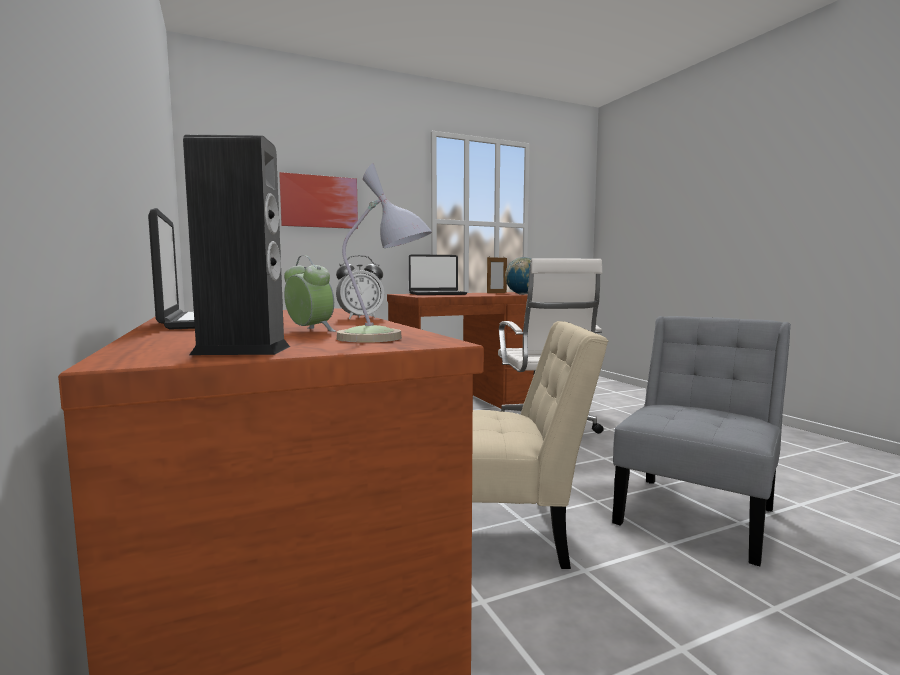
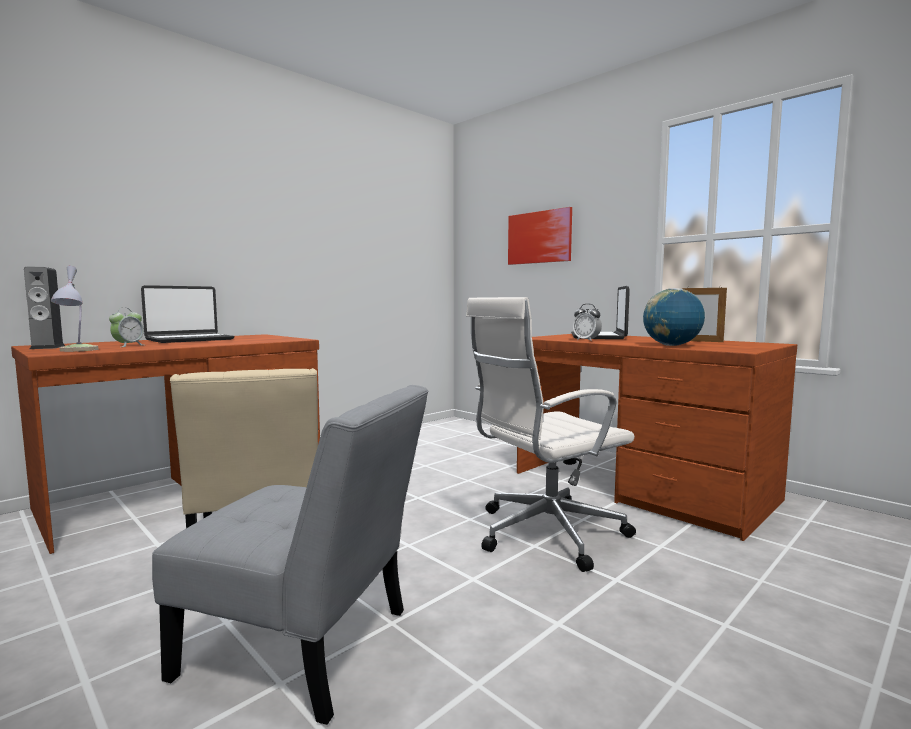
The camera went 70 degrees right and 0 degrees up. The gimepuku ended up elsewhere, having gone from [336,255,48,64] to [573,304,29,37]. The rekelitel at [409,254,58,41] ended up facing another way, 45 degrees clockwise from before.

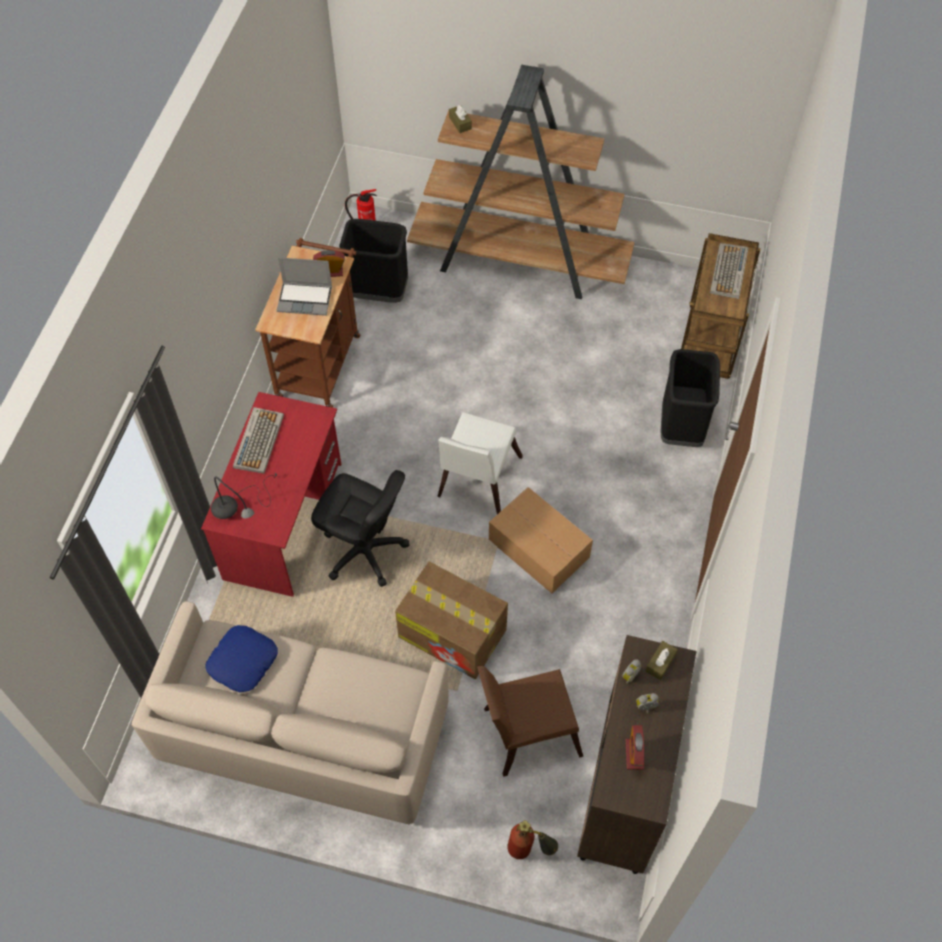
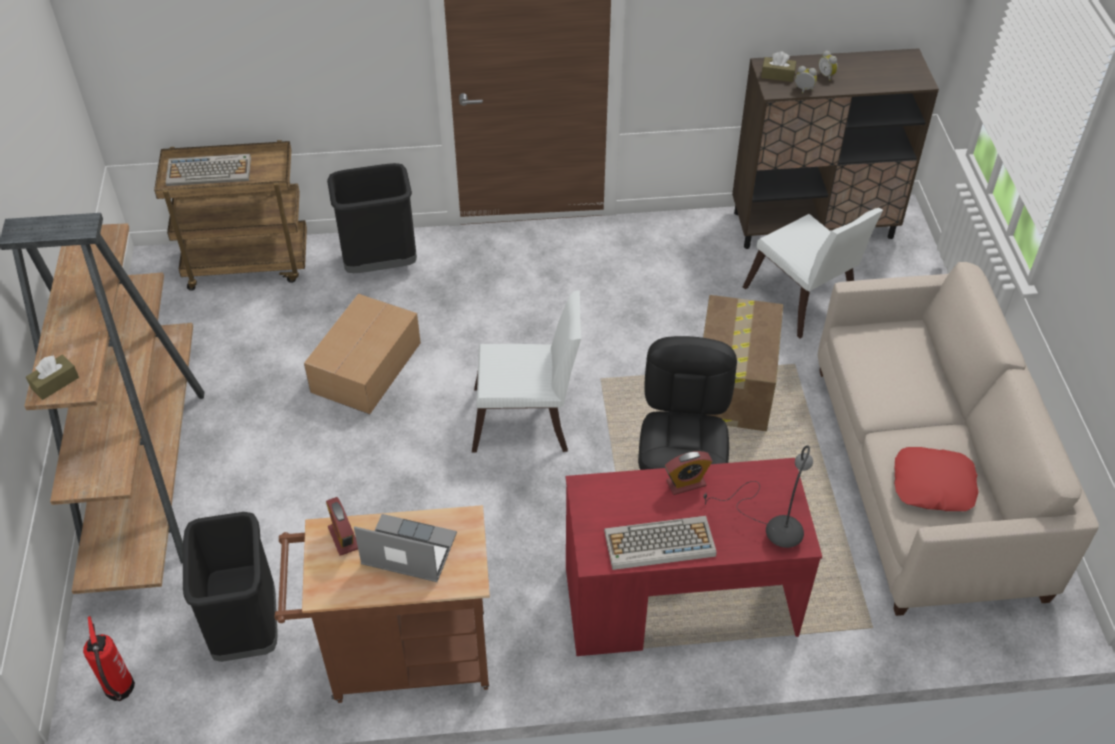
The camera went 110 degrees left and 10 degrees down. What was the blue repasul at [206,625,72,67] turned into the red repasul at [894,447,85,64]. The rekelitel at [277,257,55,59] ended up facing another way, 60 degrees counterclockwise from before. What was the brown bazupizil at [477,666,106,111] turned into the white bazupizil at [743,208,140,130]. The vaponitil ended up elsewhere, having gone from [489,487,104,106] to [304,293,117,121]. The second view lost the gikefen at [507,820,51,39]. The gimepuku ended up elsewhere, having gone from [626,725,18,45] to [665,451,47,44].

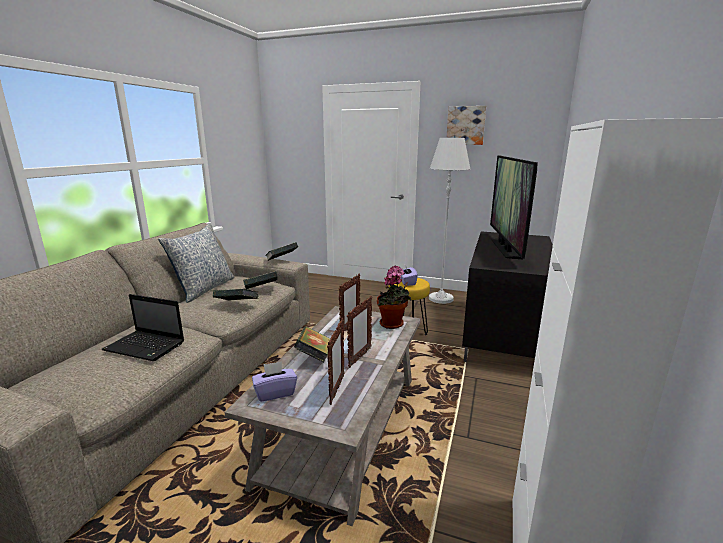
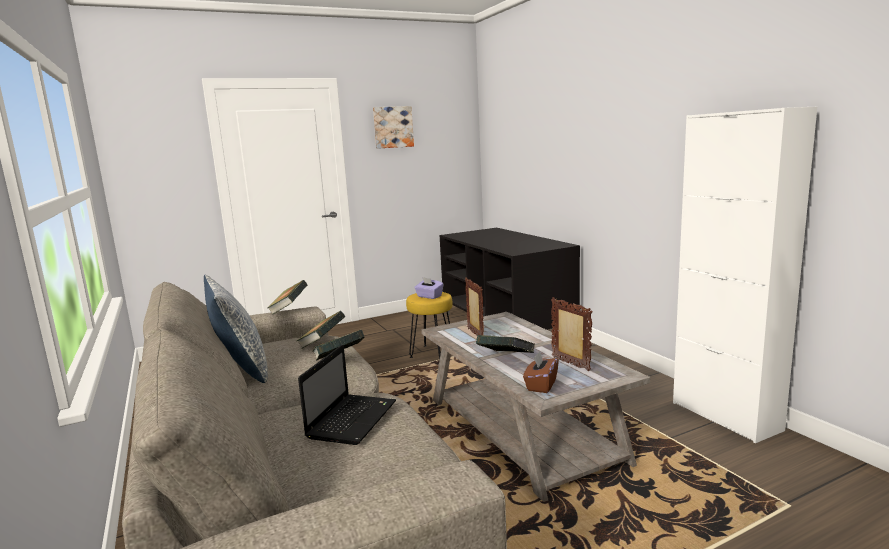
The camera went 45 degrees left and 5 degrees down. The rekelitel at [101,294,83,67] ended up facing another way, 45 degrees counterclockwise from before. What was the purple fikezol at [252,361,45,41] turned into the brown fikezol at [523,351,36,42]. The second view lost the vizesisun at [347,296,25,72]. The second view lost the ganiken at [377,265,34,64]. The second view lost the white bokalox at [429,138,41,166]. The second view lost the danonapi at [490,155,48,104].

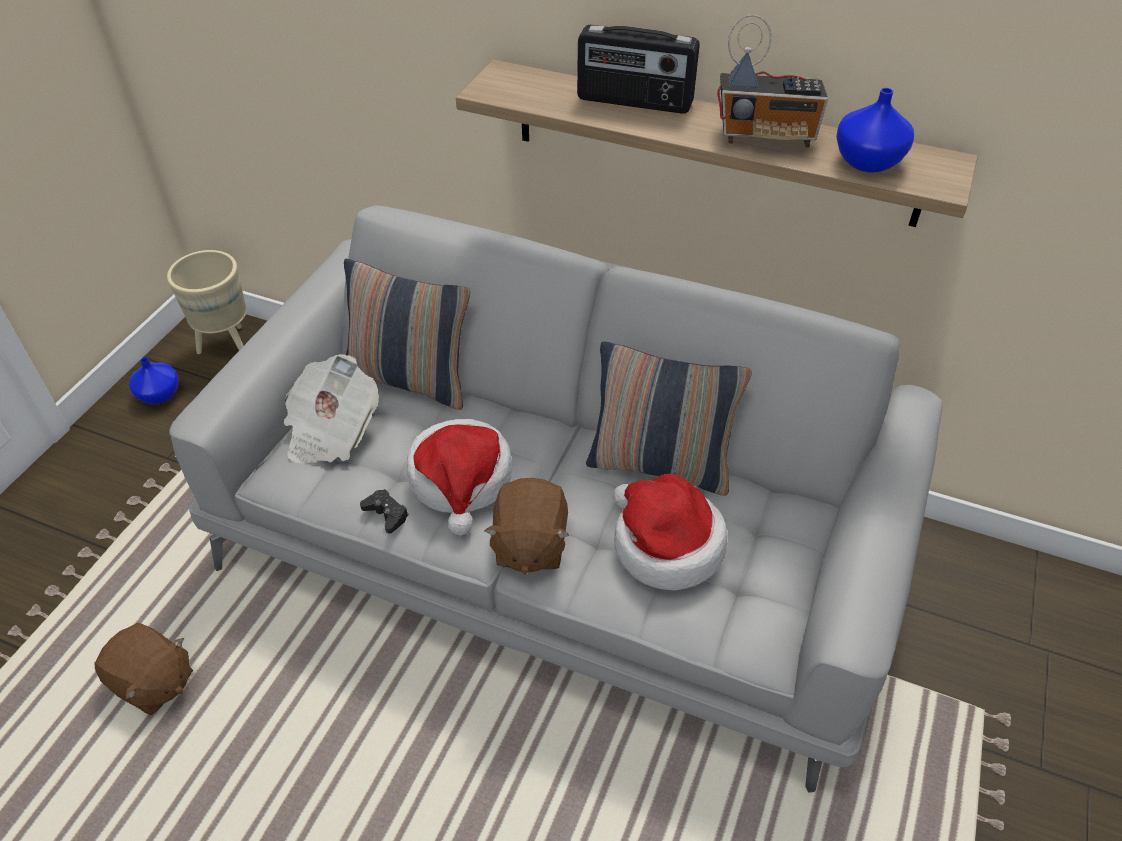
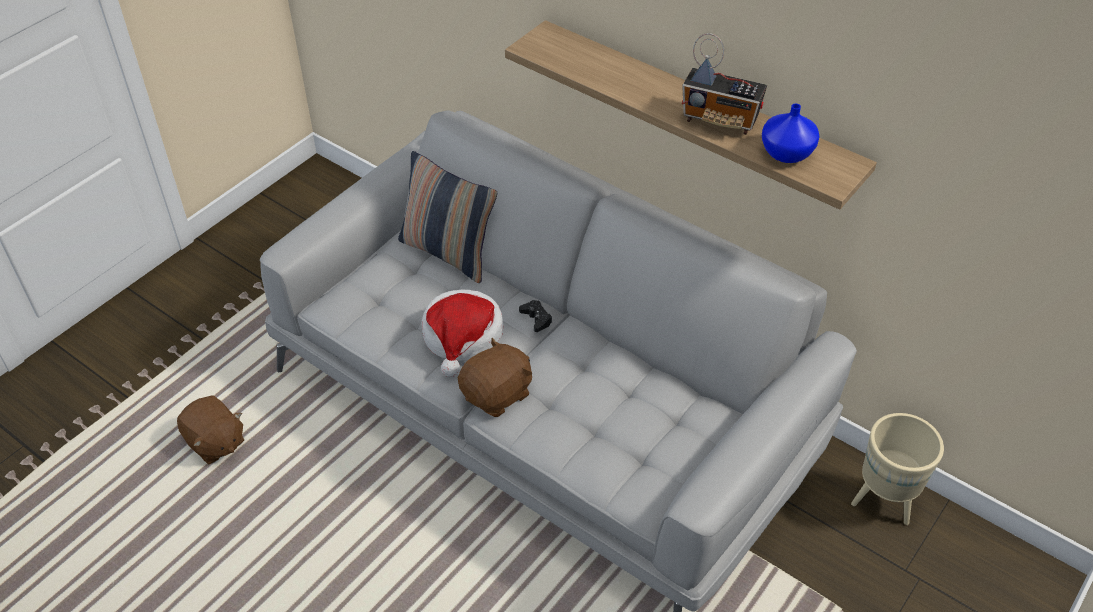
The camera went 15 degrees right and 0 degrees up. The second view lost the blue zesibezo at [129,358,50,46]. The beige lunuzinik ended up elsewhere, having gone from [167,250,80,104] to [851,413,93,112]. The second view lost the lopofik at [284,354,95,110]. The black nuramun ended up elsewhere, having gone from [360,489,49,45] to [519,300,33,32]. The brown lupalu at [484,478,85,96] ended up facing another way, 150 degrees counterclockwise from before. The second view lost the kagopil at [577,25,123,89]. The second view lost the repasul at [586,342,166,154]. The second view lost the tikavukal at [613,474,114,116].

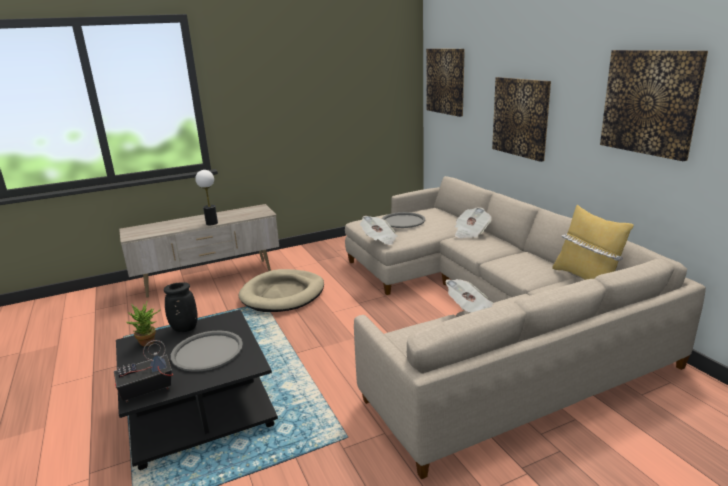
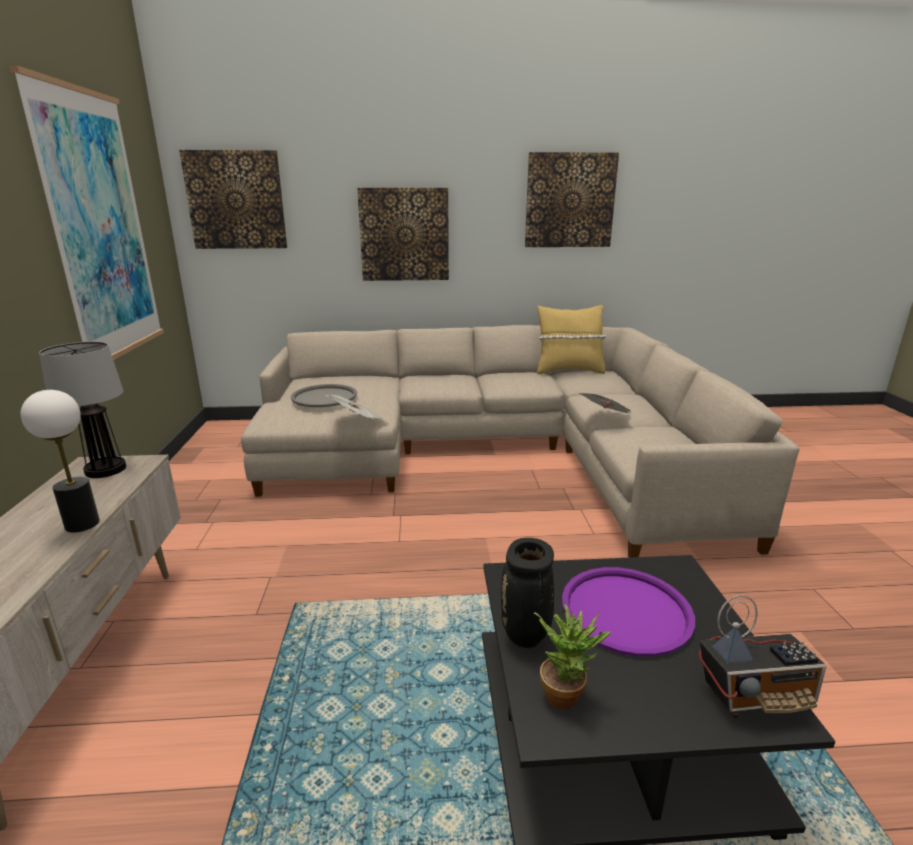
The camera went 70 degrees left and 0 degrees up. The kagopil at [114,340,59,63] ended up facing another way, 90 degrees counterclockwise from before. What was the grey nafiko at [171,331,72,41] turned into the purple nafiko at [562,567,133,90]. The second view lost the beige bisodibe at [238,269,86,43]. The second view lost the lopofik at [455,207,37,31]. The second view gained the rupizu at [9,65,155,295]. The second view gained the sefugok at [39,342,87,136].

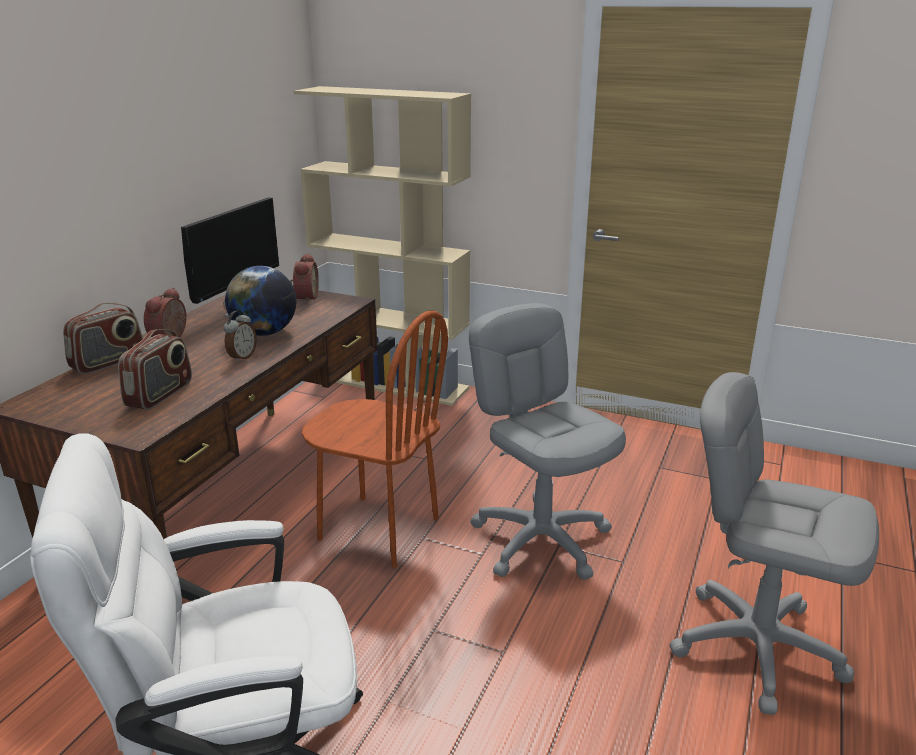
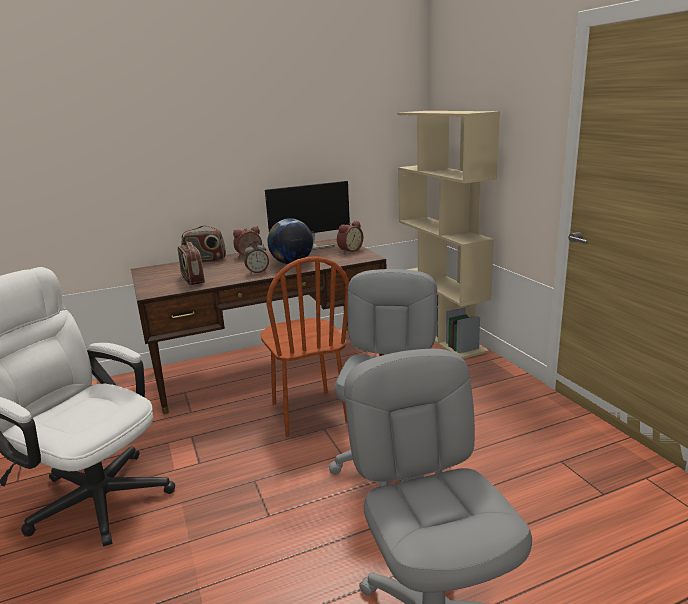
The camera went 45 degrees right and 5 degrees down. The kagopil at [118,329,74,81] ended up facing another way, 90 degrees clockwise from before.

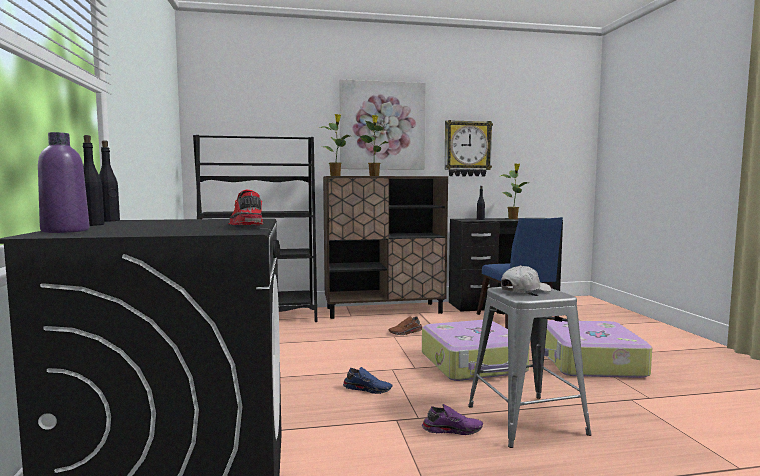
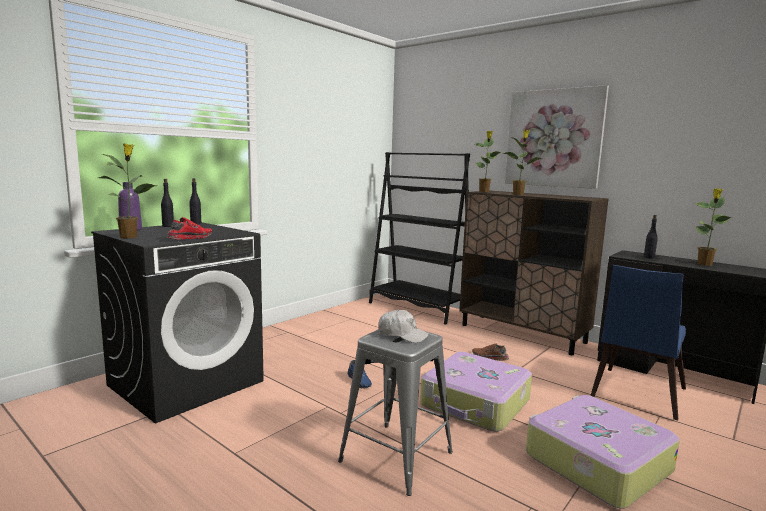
The camera went 50 degrees right and 5 degrees up. The second view lost the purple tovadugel at [422,404,61,31]. The second view lost the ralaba at [444,120,49,56]. The second view gained the ganiken at [99,143,58,95].

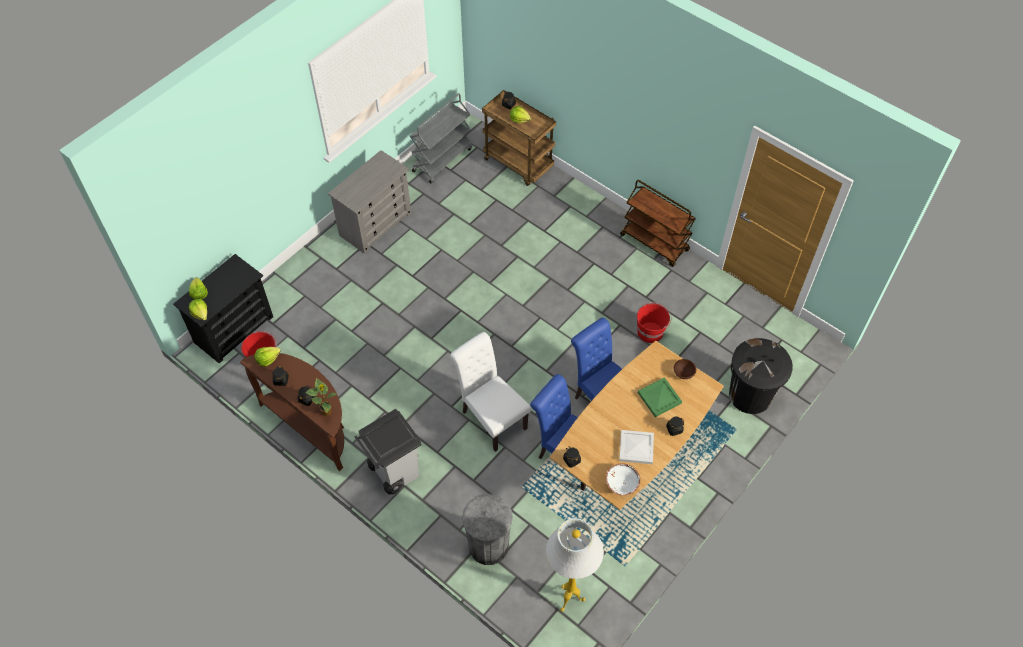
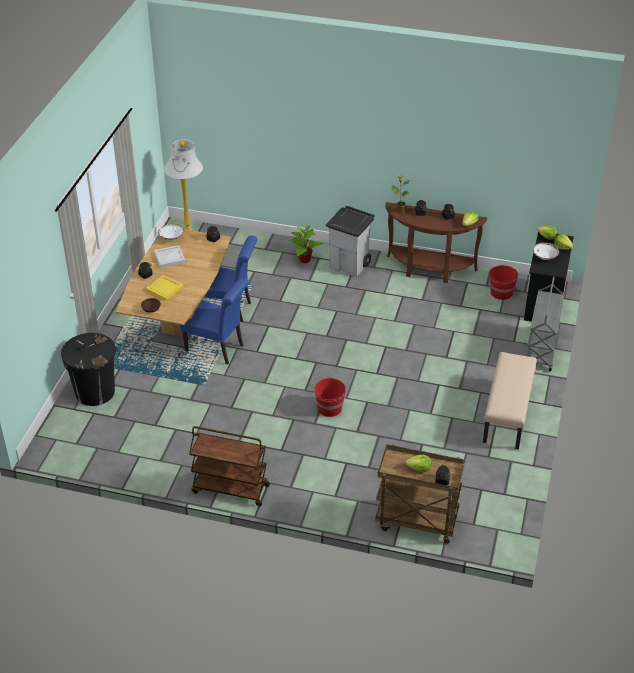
The camera went 155 degrees right and 15 degrees down. Where the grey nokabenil stood at [328,150,83,104], the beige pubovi came to stand at [483,352,54,97]. The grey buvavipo ended up elsewhere, having gone from [410,93,62,90] to [526,277,38,94]. The second view lost the white bazupizil at [450,332,81,120]. The second view lost the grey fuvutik at [462,494,51,71]. The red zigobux ended up elsewhere, having gone from [637,302,35,41] to [313,378,33,39]. What was the green nafiko at [638,377,44,40] turned into the yellow nafiko at [146,275,37,26]. The second view gained the ganiken at [289,225,34,38]. The second view gained the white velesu at [533,243,26,17].

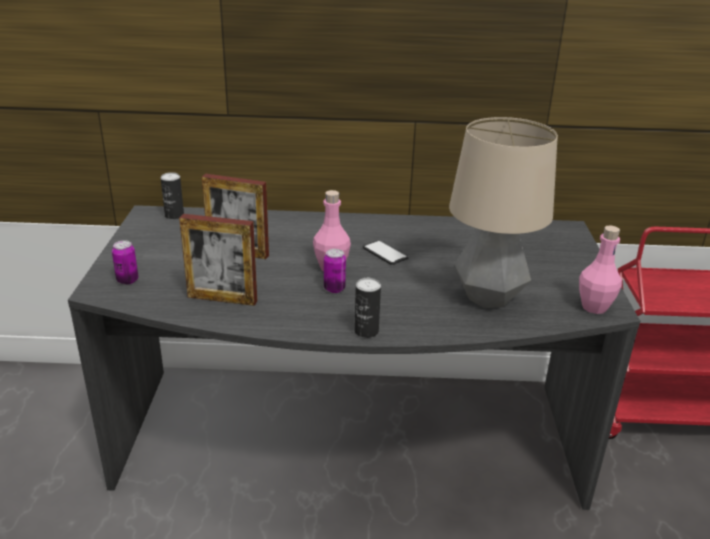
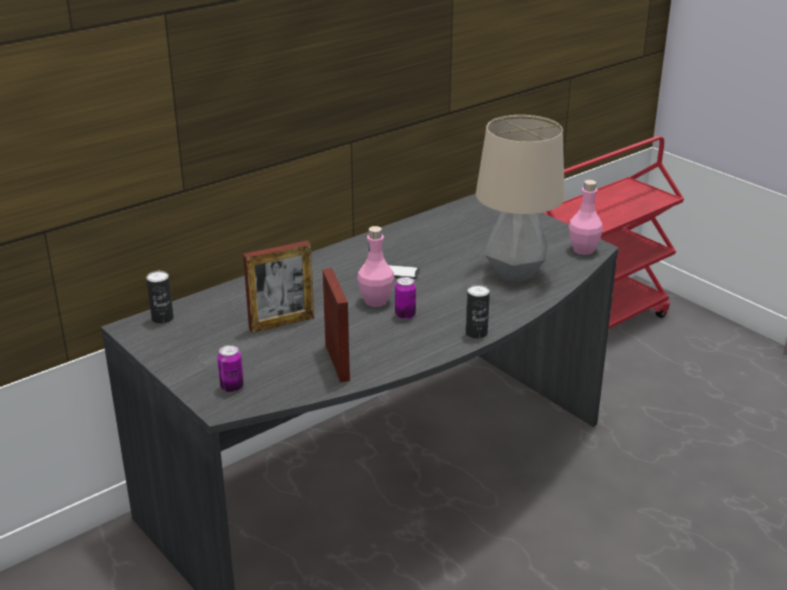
The camera went 40 degrees left and 0 degrees up. The vizesisun at [179,214,78,92] ended up facing another way, 75 degrees counterclockwise from before.

